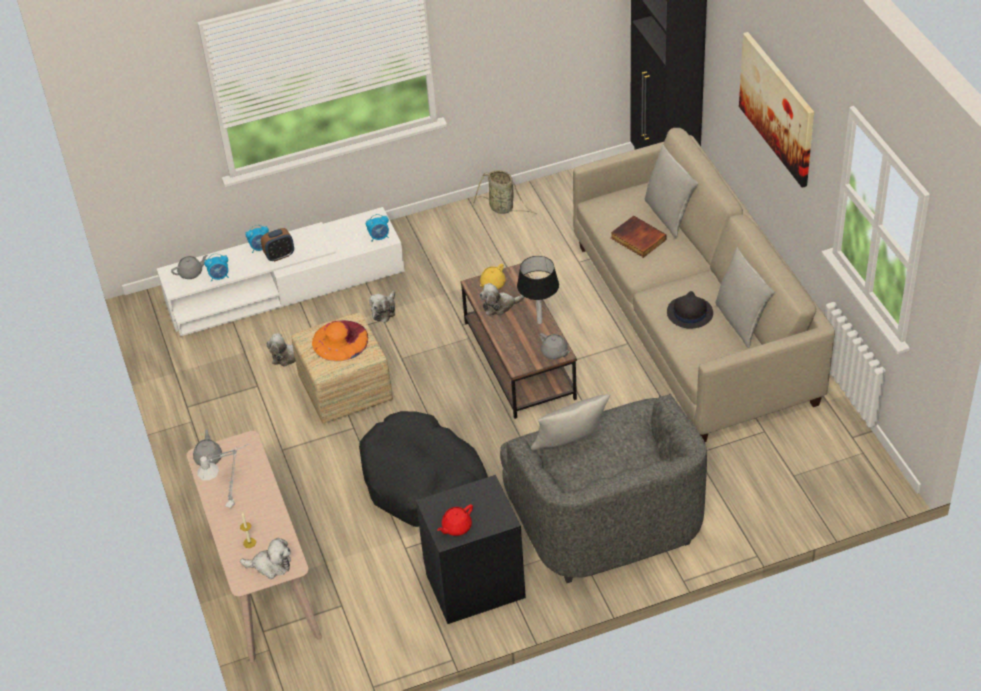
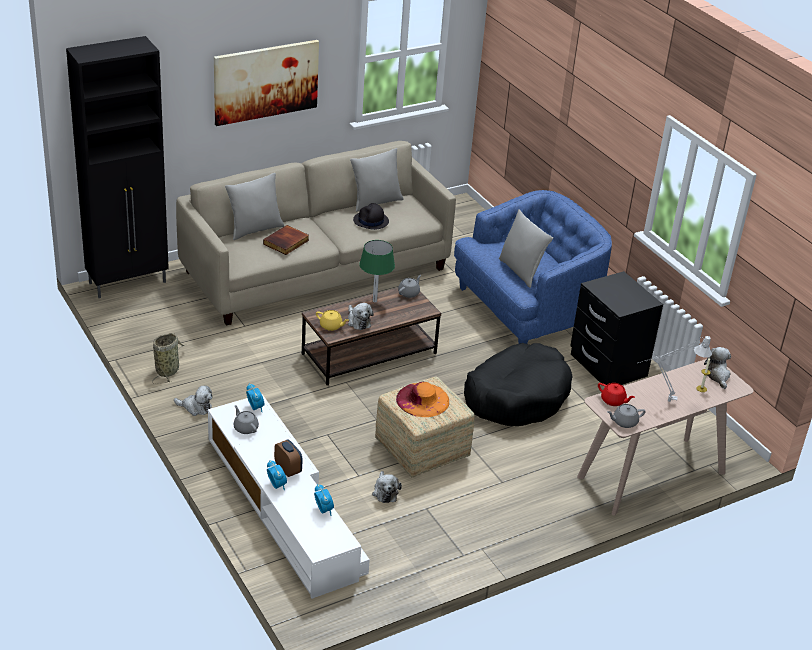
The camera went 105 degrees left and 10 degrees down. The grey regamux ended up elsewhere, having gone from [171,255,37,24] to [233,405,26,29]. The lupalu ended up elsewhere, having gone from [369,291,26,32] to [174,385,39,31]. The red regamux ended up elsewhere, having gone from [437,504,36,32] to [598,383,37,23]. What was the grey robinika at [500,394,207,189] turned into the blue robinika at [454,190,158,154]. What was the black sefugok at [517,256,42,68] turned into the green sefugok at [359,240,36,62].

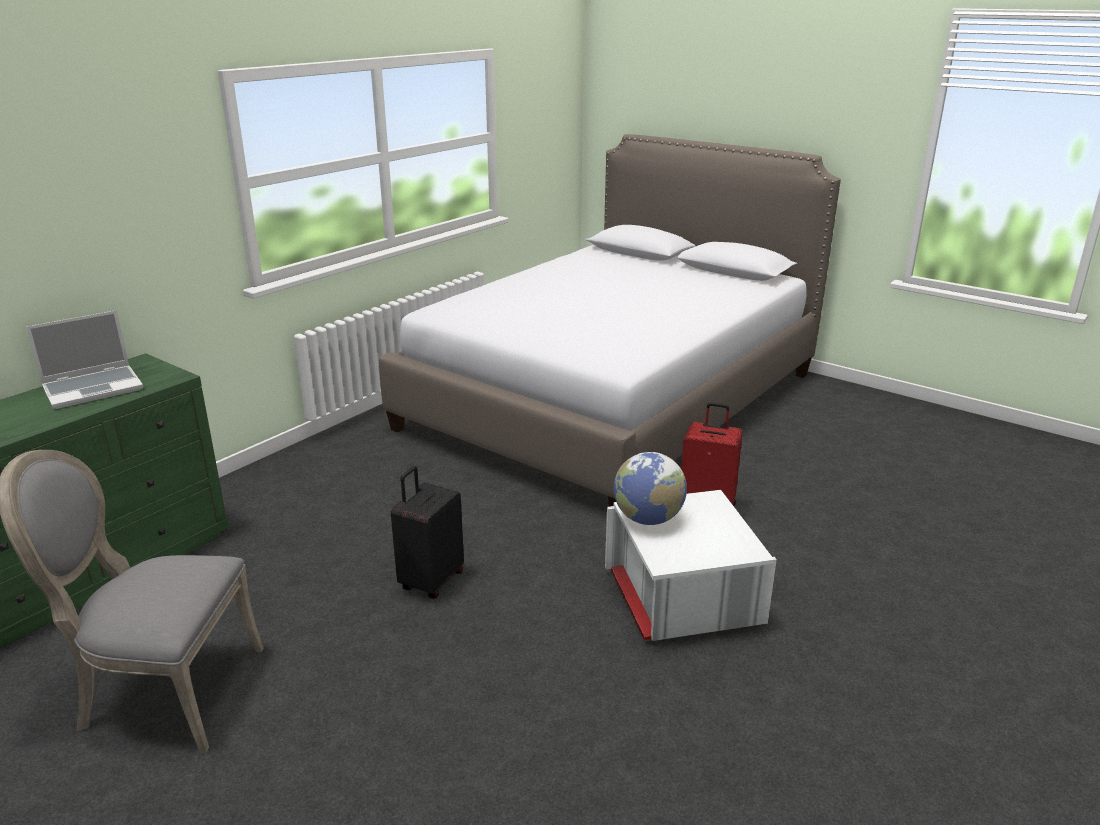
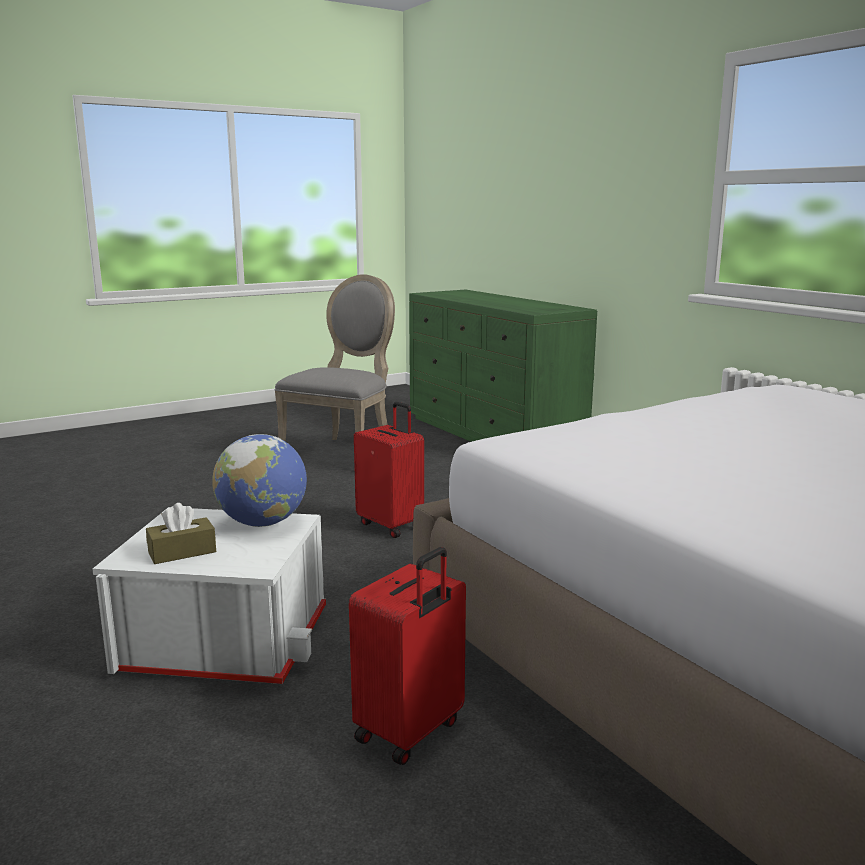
The camera went 110 degrees right and 10 degrees down. The second view lost the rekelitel at [26,310,117,99]. What was the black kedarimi at [391,466,73,133] turned into the red kedarimi at [354,402,70,136]. The second view gained the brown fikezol at [146,503,70,61].

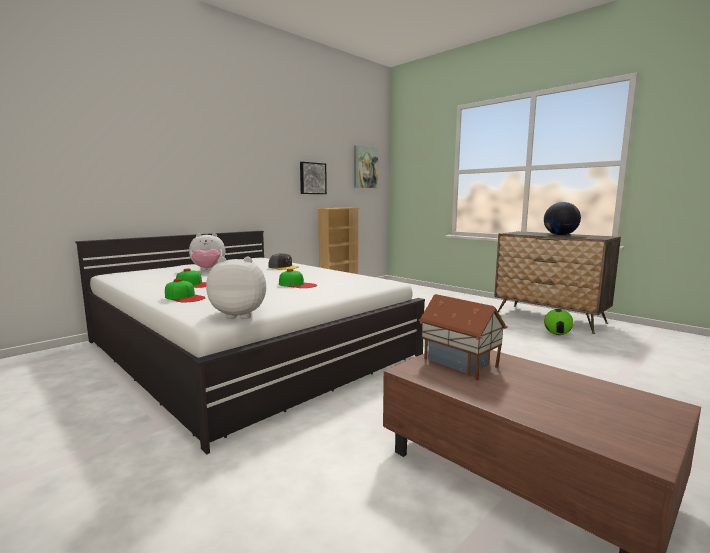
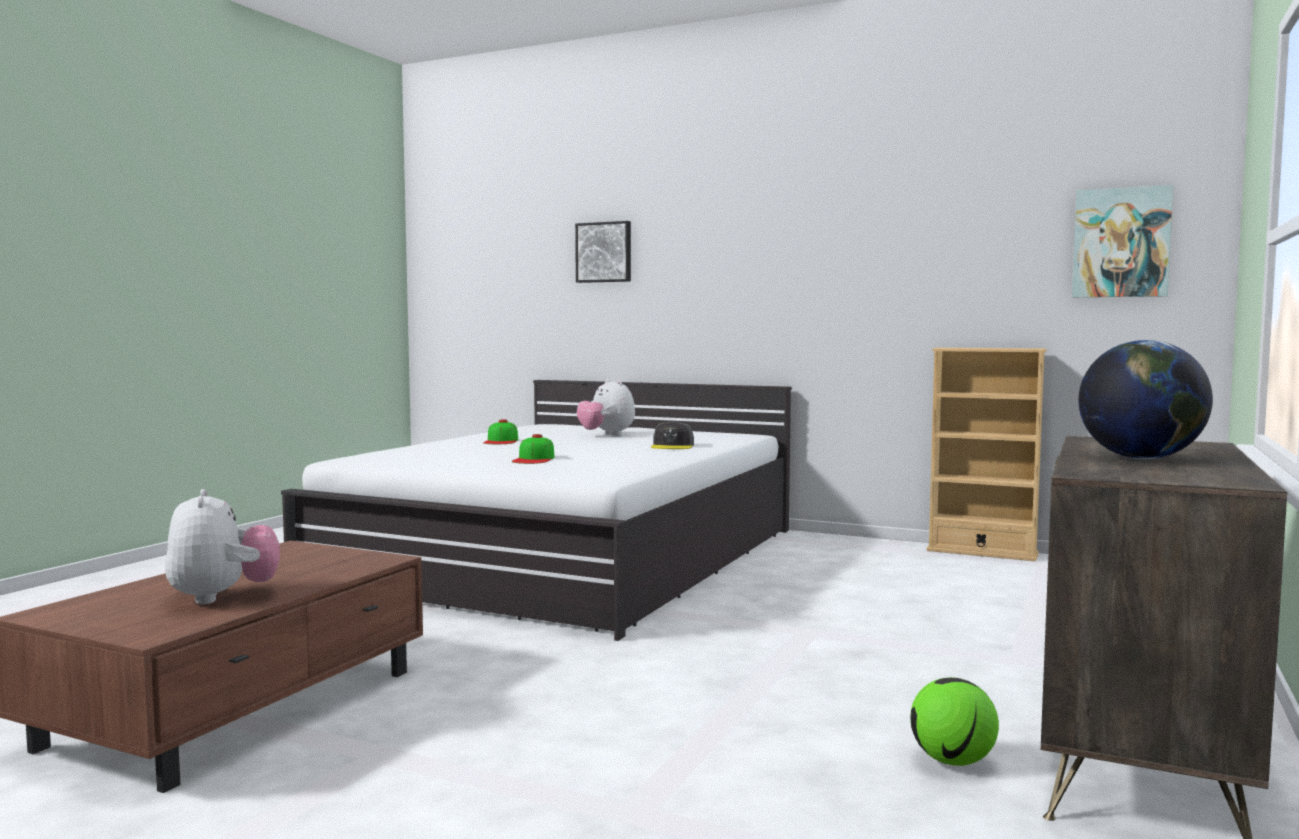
The camera went 70 degrees right and 5 degrees down. The second view lost the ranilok at [165,278,41,24]. The lupalu ended up elsewhere, having gone from [206,256,60,63] to [165,489,115,115]. The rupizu ended up elsewhere, having gone from [300,162,27,32] to [575,221,56,62]. The second view lost the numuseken at [418,294,90,86].

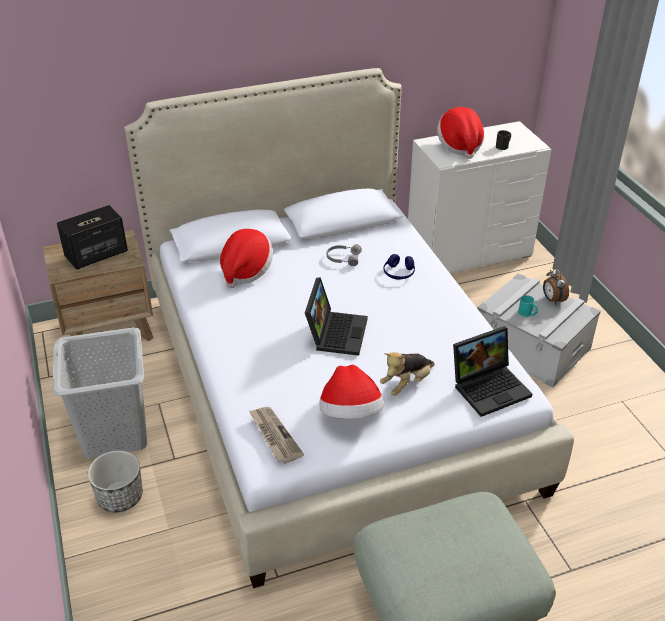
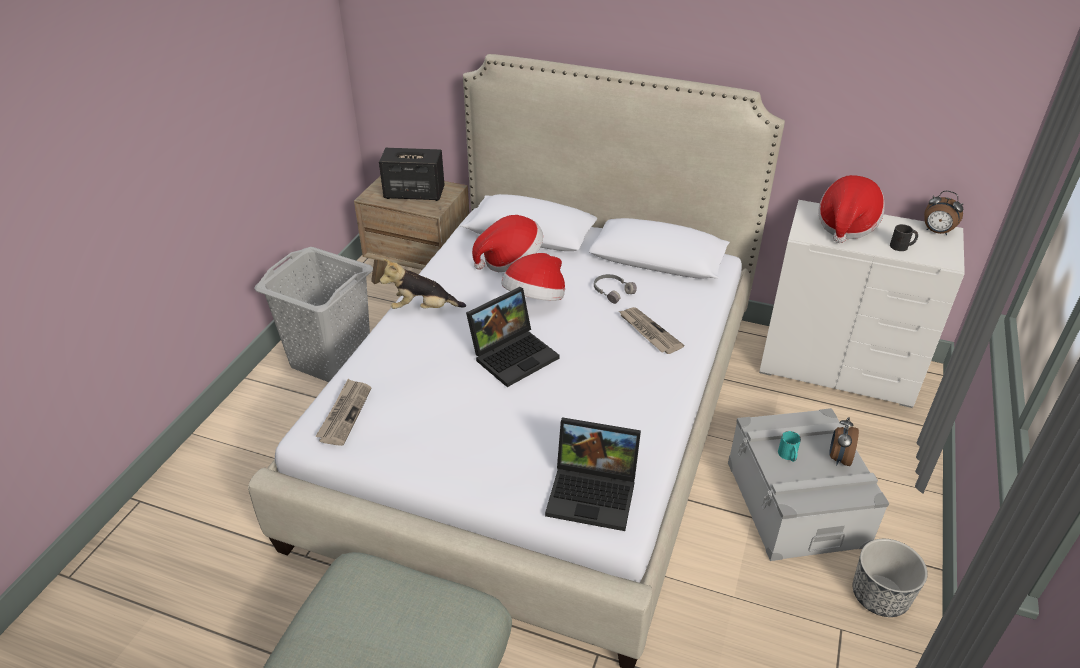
The camera went 40 degrees right and 0 degrees up. The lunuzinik ended up elsewhere, having gone from [88,450,55,62] to [853,539,75,78]. The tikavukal ended up elsewhere, having gone from [319,365,65,54] to [501,253,64,48]. The lupalu ended up elsewhere, having gone from [380,352,55,44] to [380,259,86,50]. Where the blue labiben stood at [383,254,32,25], the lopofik came to stand at [619,307,65,47]. The second view gained the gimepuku at [924,191,39,45].

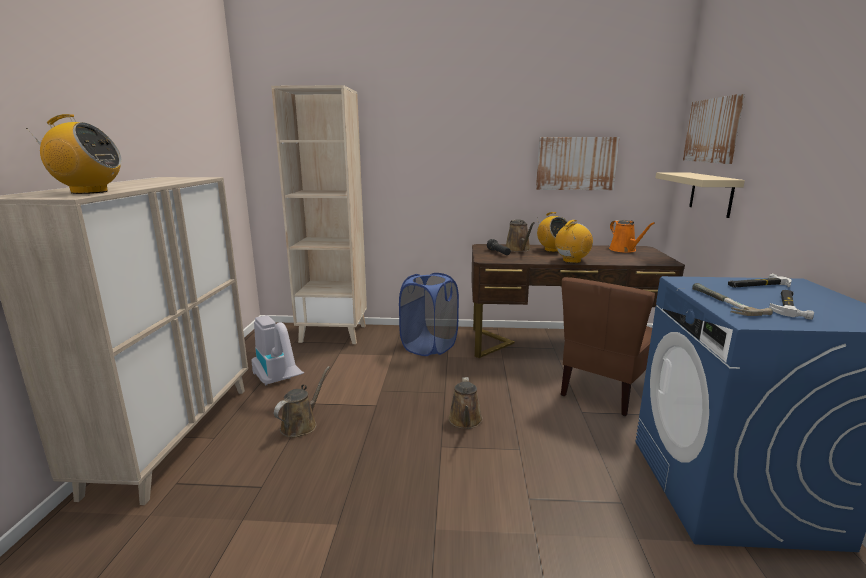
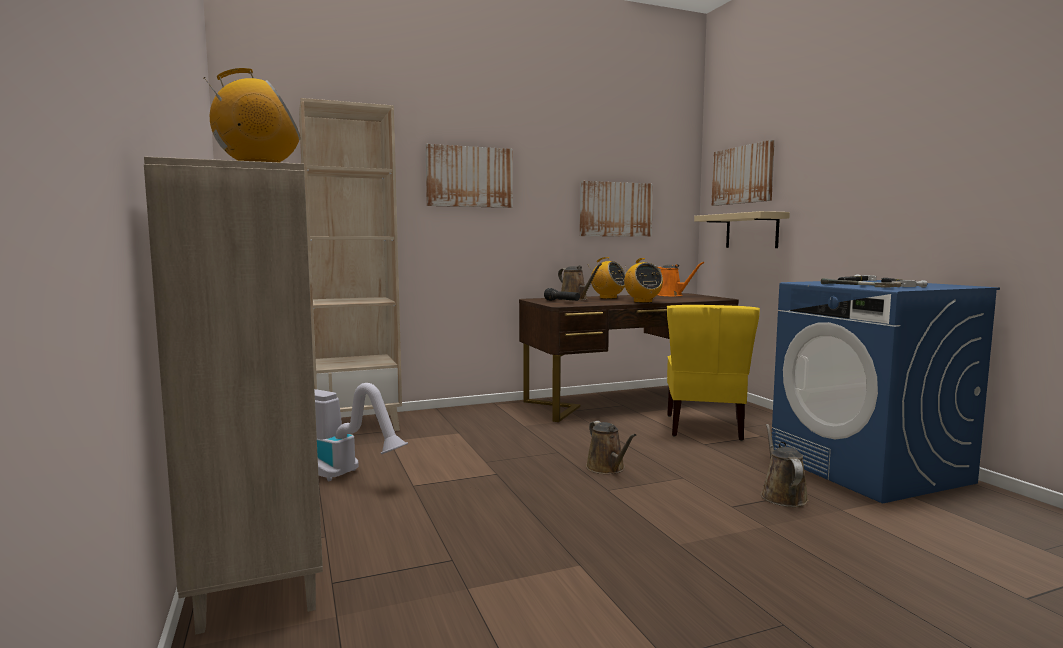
The camera went 25 degrees left and 10 degrees down. The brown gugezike ended up elsewhere, having gone from [274,366,56,71] to [761,424,48,83]. The second view lost the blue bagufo at [399,273,60,83]. The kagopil at [555,220,38,43] ended up facing another way, 135 degrees clockwise from before. What was the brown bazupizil at [561,277,94,139] turned into the yellow bazupizil at [667,305,93,136]. The second view gained the rupizu at [426,144,87,64].

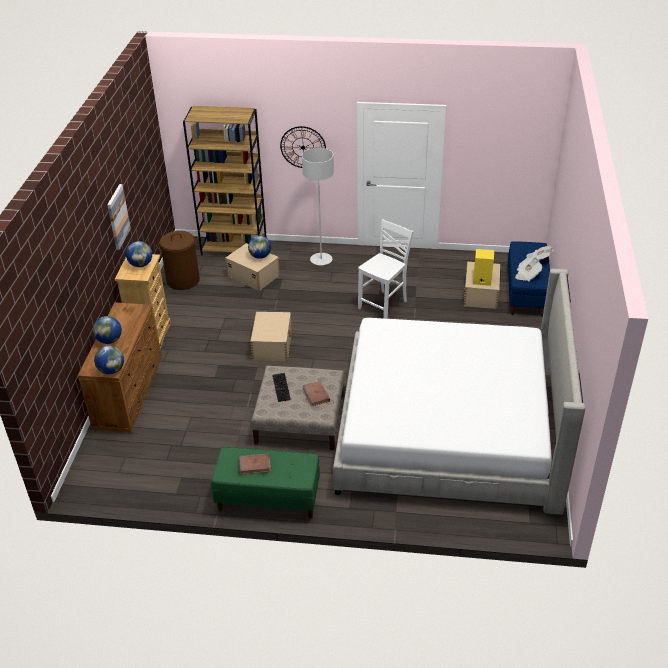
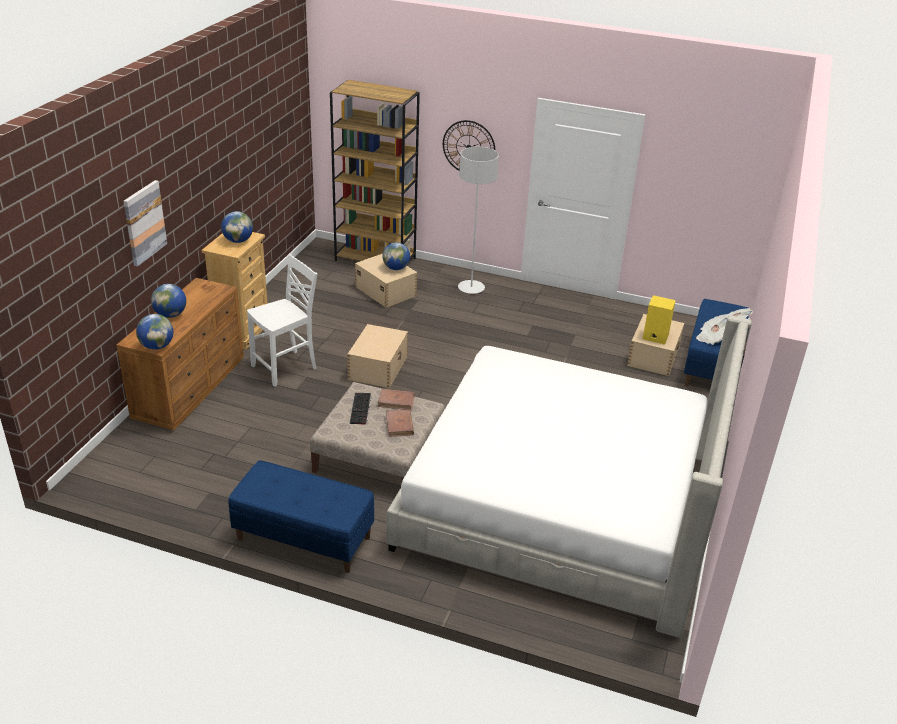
The camera went 10 degrees right and 5 degrees down. The rupizu ended up elsewhere, having gone from [107,184,24,66] to [123,180,44,87]. The second view lost the brown bagufo at [156,231,44,59]. What was the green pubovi at [211,447,109,71] turned into the blue pubovi at [228,460,146,113]. The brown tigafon ended up elsewhere, having gone from [239,453,32,22] to [378,389,37,21]. The white bazupizil ended up elsewhere, having gone from [358,219,56,100] to [247,254,70,133].

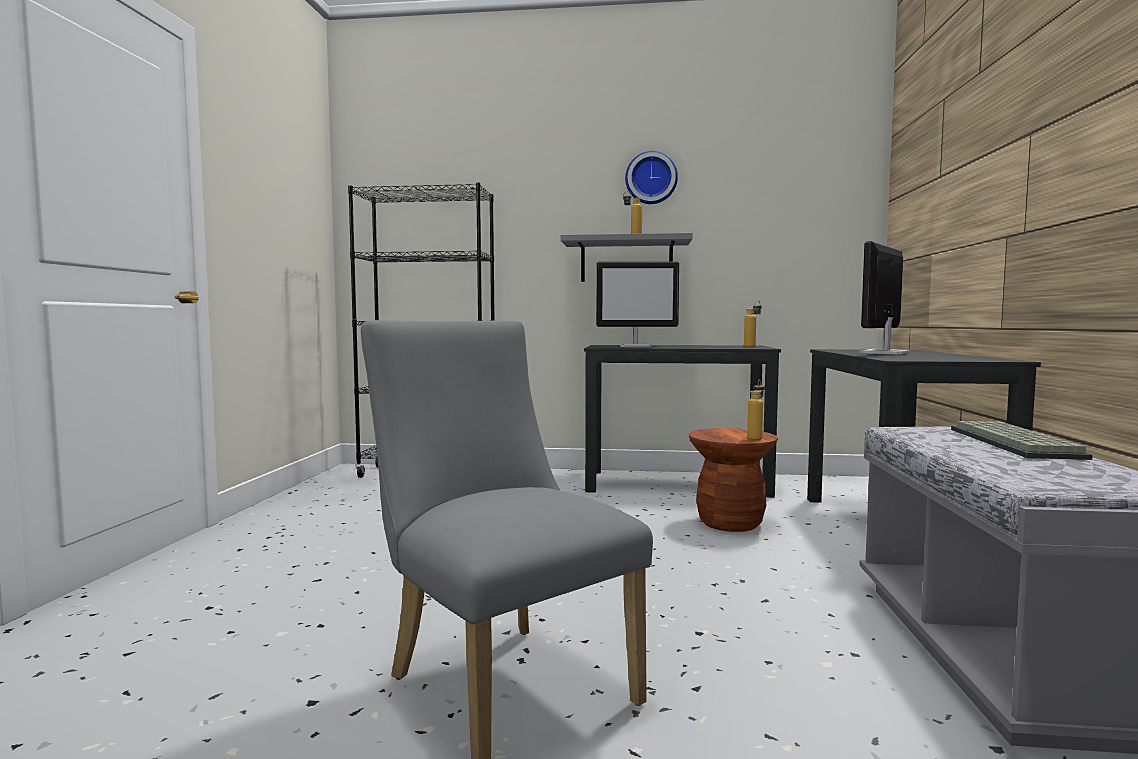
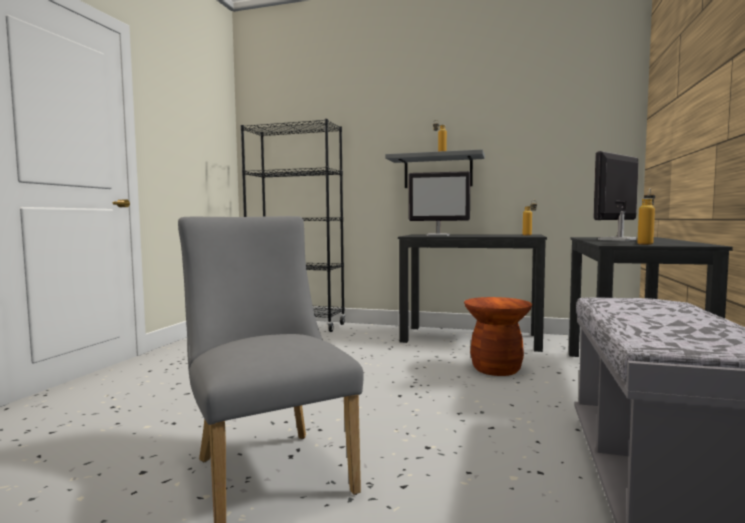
The camera went 10 degrees right and 0 degrees up. The second view lost the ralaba at [625,151,53,53]. The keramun ended up elsewhere, having gone from [747,379,18,61] to [637,189,18,56]. The second view lost the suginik at [951,421,141,39].

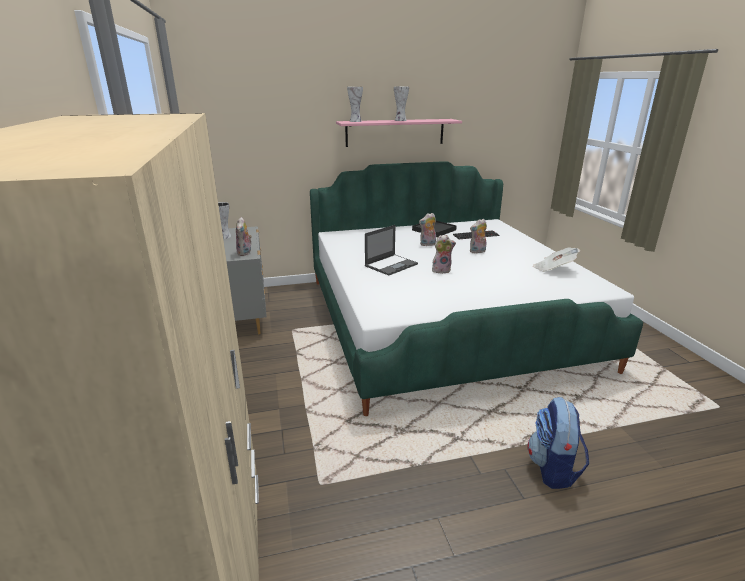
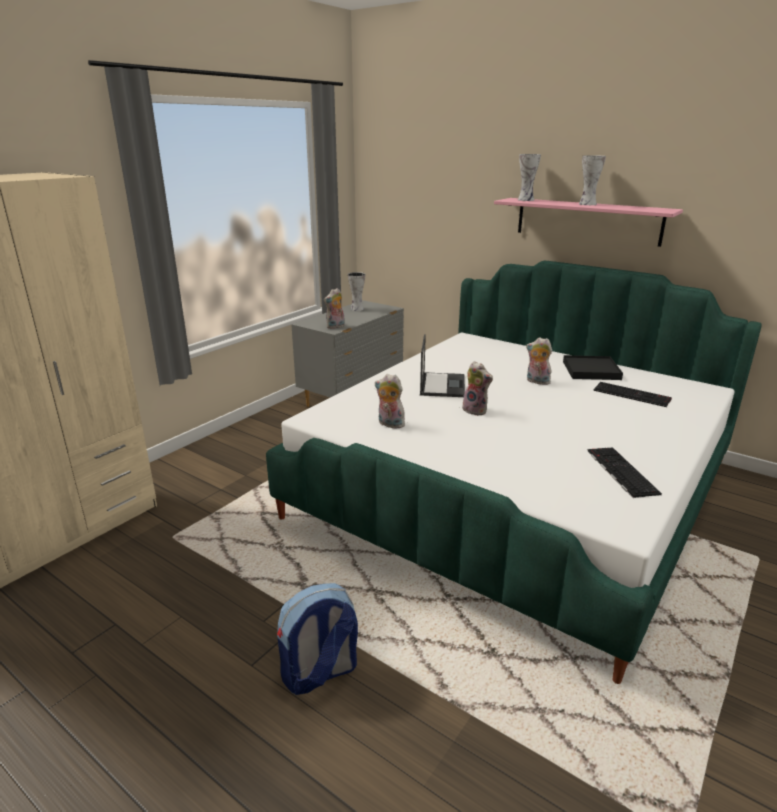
The camera went 50 degrees right and 0 degrees up. The rekelitel at [365,225,53,51] ended up facing another way, 90 degrees counterclockwise from before. The lupalu ended up elsewhere, having gone from [470,218,17,36] to [375,374,30,54]. Where the lopofik stood at [533,247,47,25], the suginik came to stand at [587,447,75,51].

